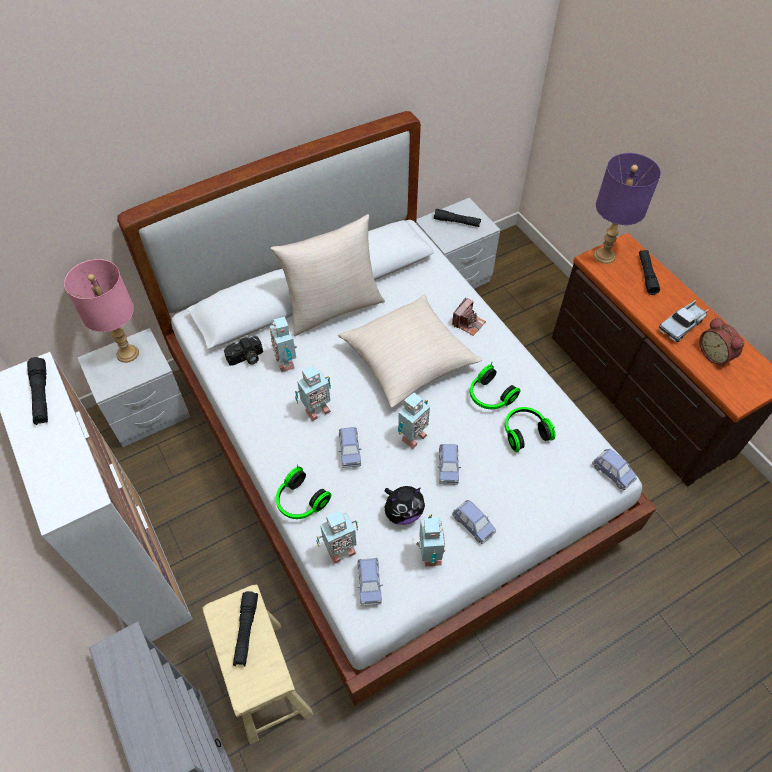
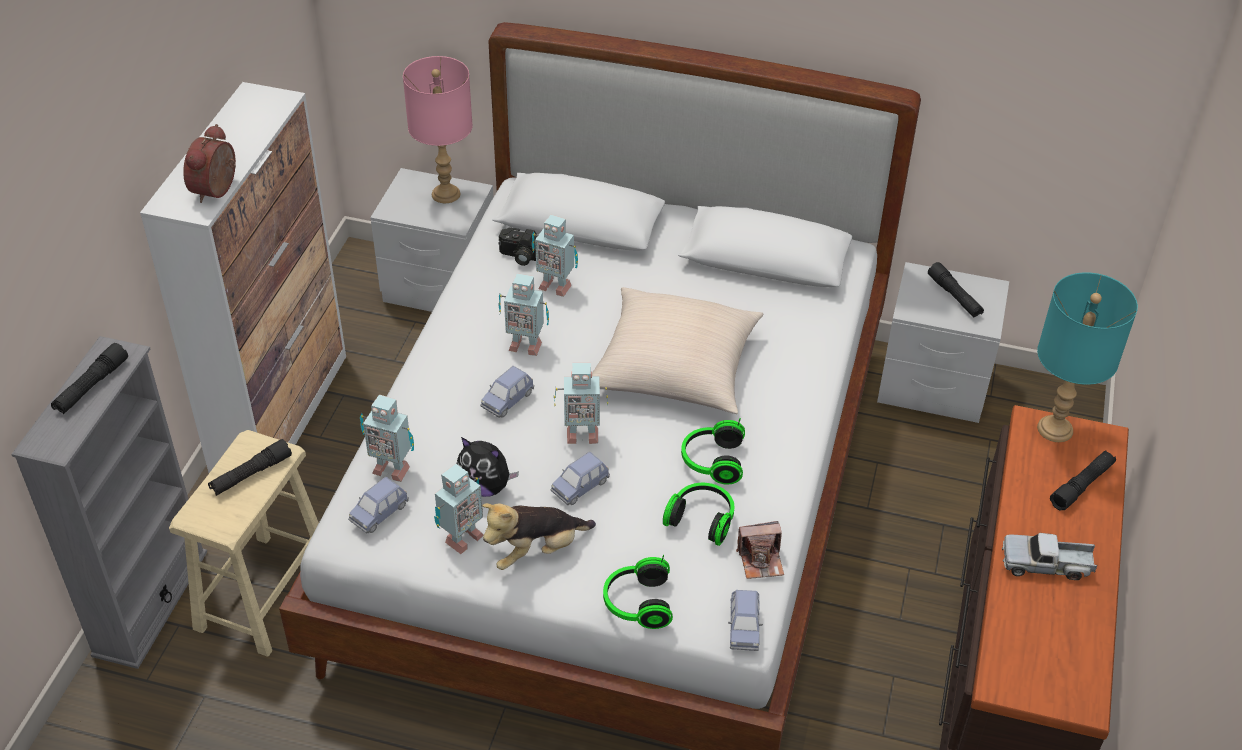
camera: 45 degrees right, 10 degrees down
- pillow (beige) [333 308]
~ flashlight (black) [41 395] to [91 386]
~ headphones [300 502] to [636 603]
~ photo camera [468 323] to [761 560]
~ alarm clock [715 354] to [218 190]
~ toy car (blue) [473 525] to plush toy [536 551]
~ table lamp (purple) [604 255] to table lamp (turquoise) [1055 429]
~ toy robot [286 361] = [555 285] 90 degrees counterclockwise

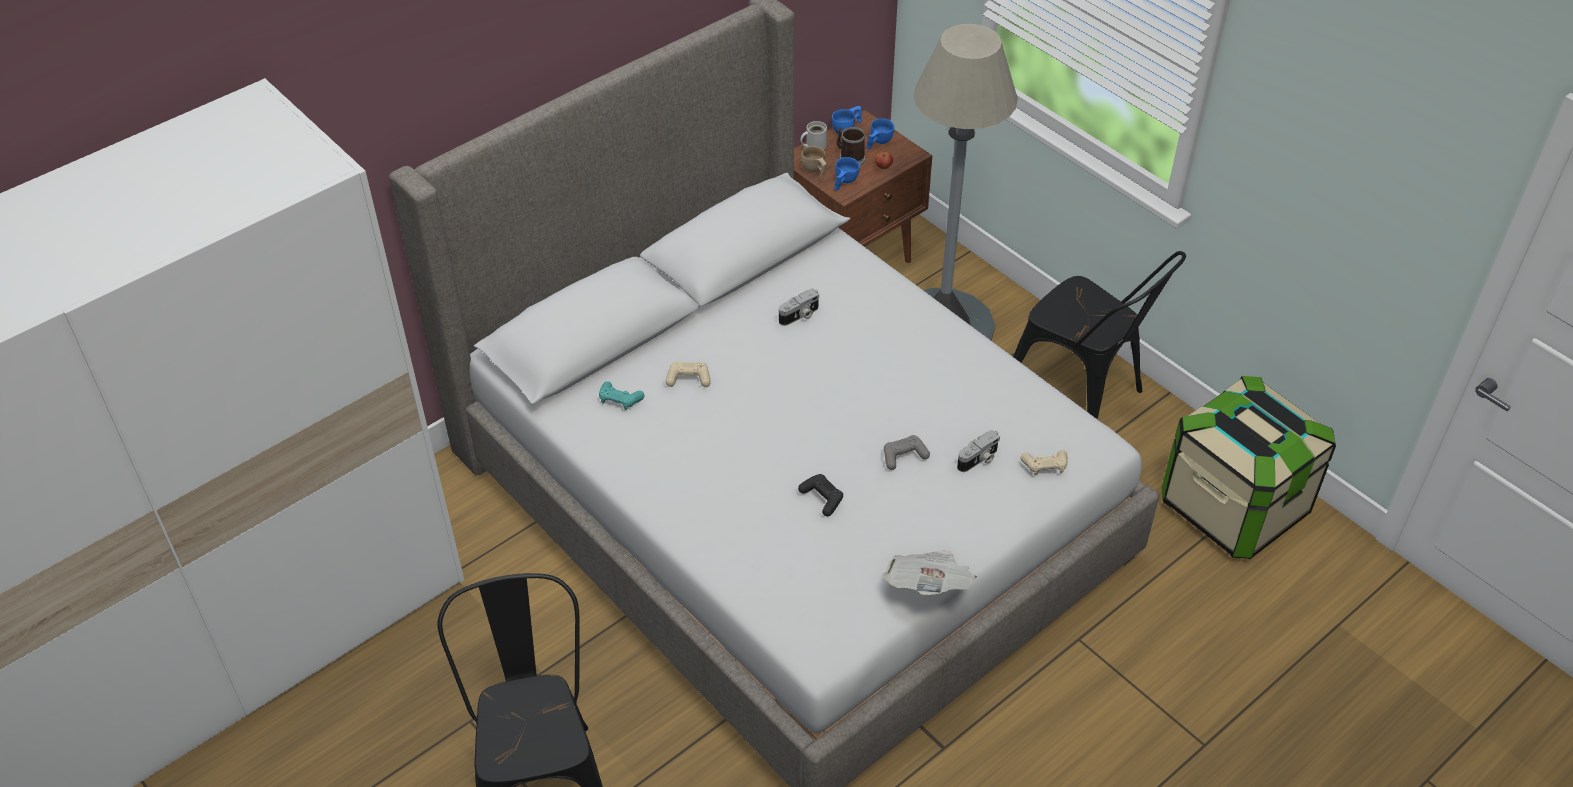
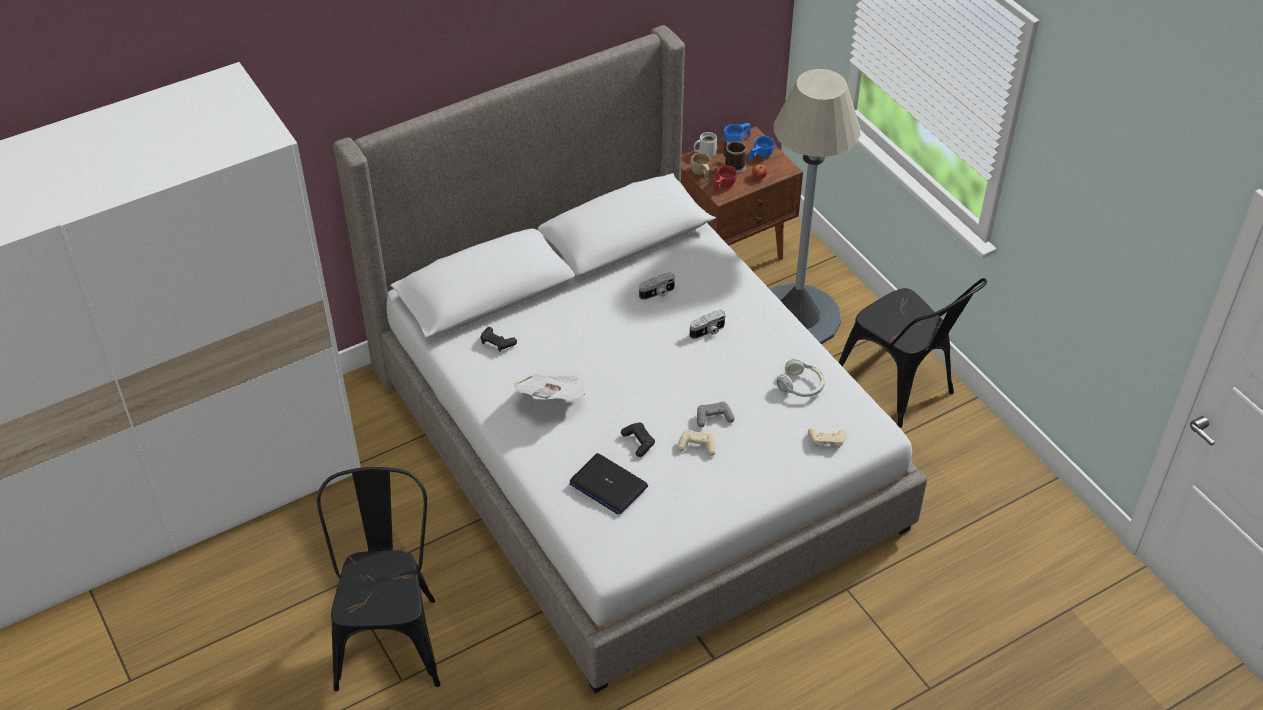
camera: 10 degrees right, 0 degrees up
- storage box [1233 507]
+ laptop [608 485]
+ headphones [801 386]
~ game controller (beige) [688 379] to [697 446]
~ newspaper [929 586] to [553 399]
~ photo camera [979 460] to [708 331]
~ game controller (turquoise) [620 400] to game controller (black) [497 343]
~ cup (blue) [844 182] to cup (red) [722 186]

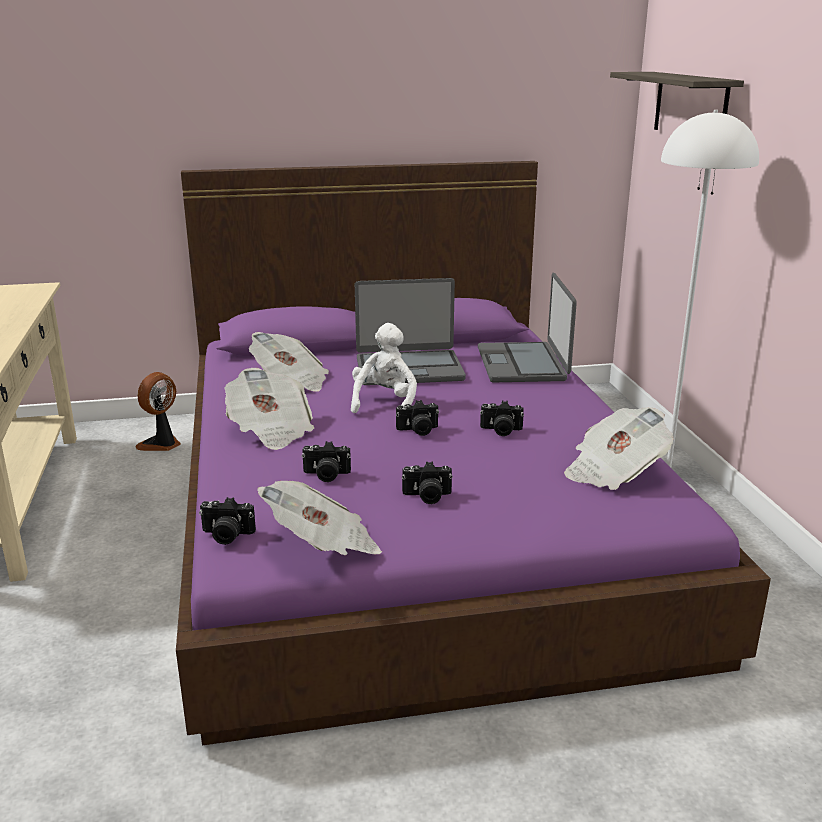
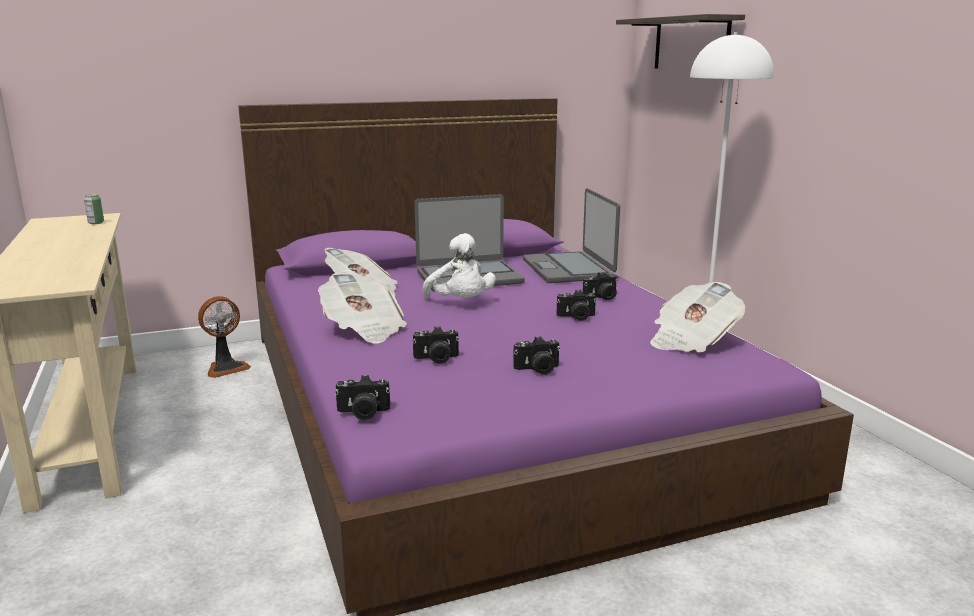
camera: 10 degrees left, 5 degrees down
- newspaper [323 546]
+ can [96 223]
~ photo camera [418 430] to [602 297]
~ fan [162 444] = [225 368] 150 degrees counterclockwise
~ plush toy (white) [384 403] = [460 303] 150 degrees clockwise

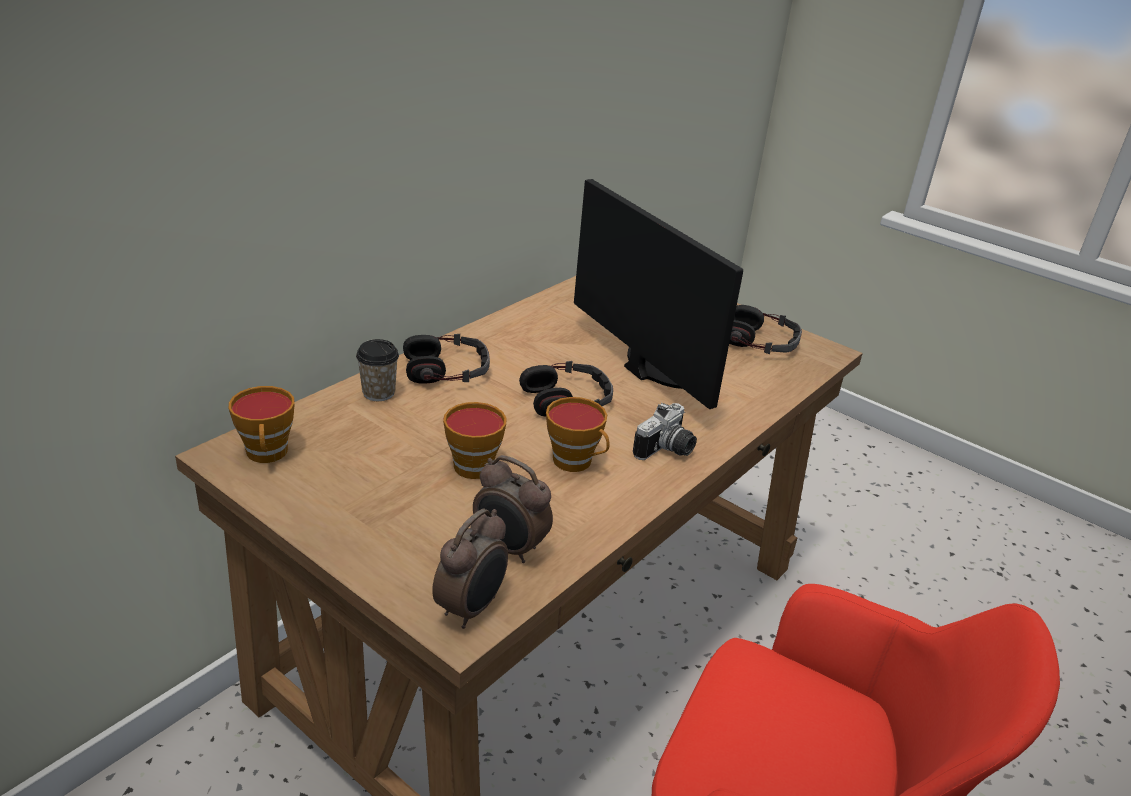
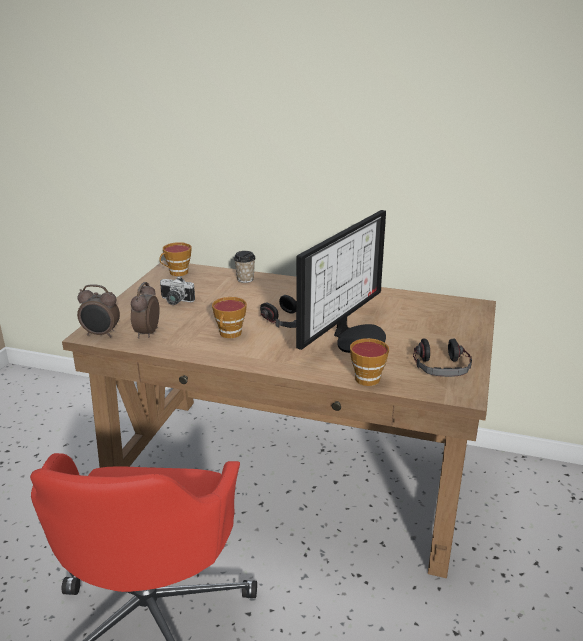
camera: 70 degrees right, 5 degrees down
- headphones [446 369]
~ cup [469 464] to [368 377]
~ photo camera [667 451] to [175 301]

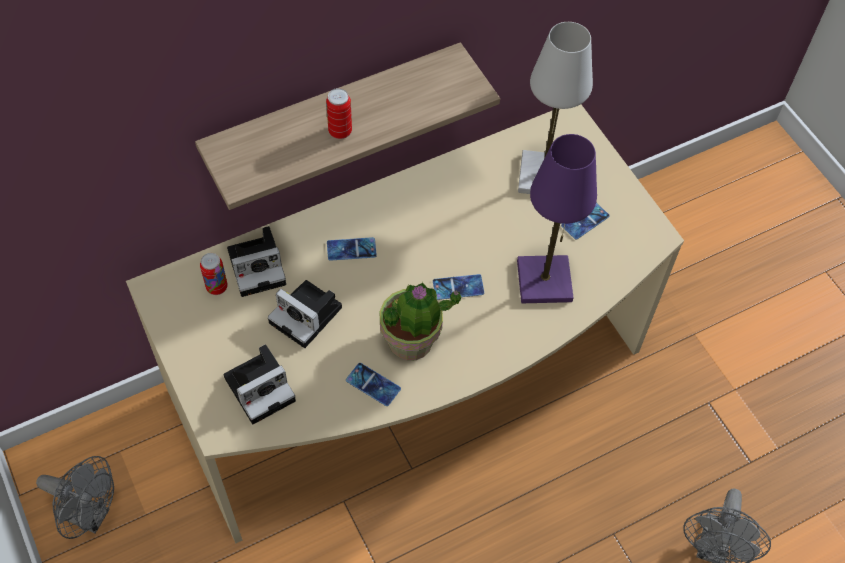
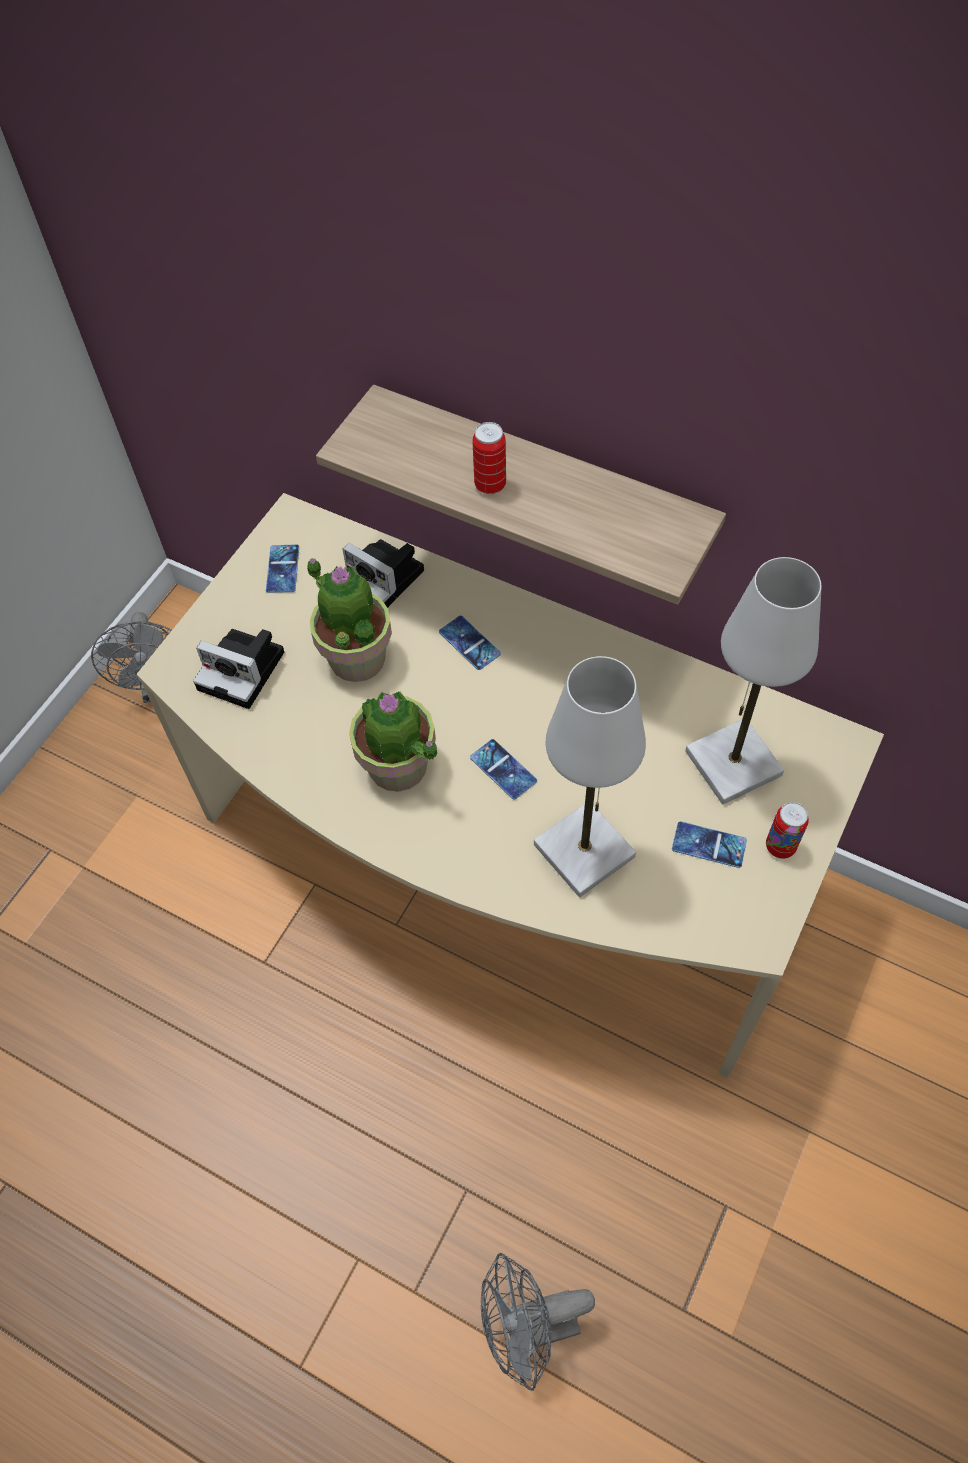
camera: 60 degrees right, 0 degrees up
~ can [217 287] to [780 846]
~ phone [373 384] to [283 569]
~ photo camera [308 316] to potted plant [357 657]
~ table lamp (purple) [544 281] to table lamp (white) [584 851]

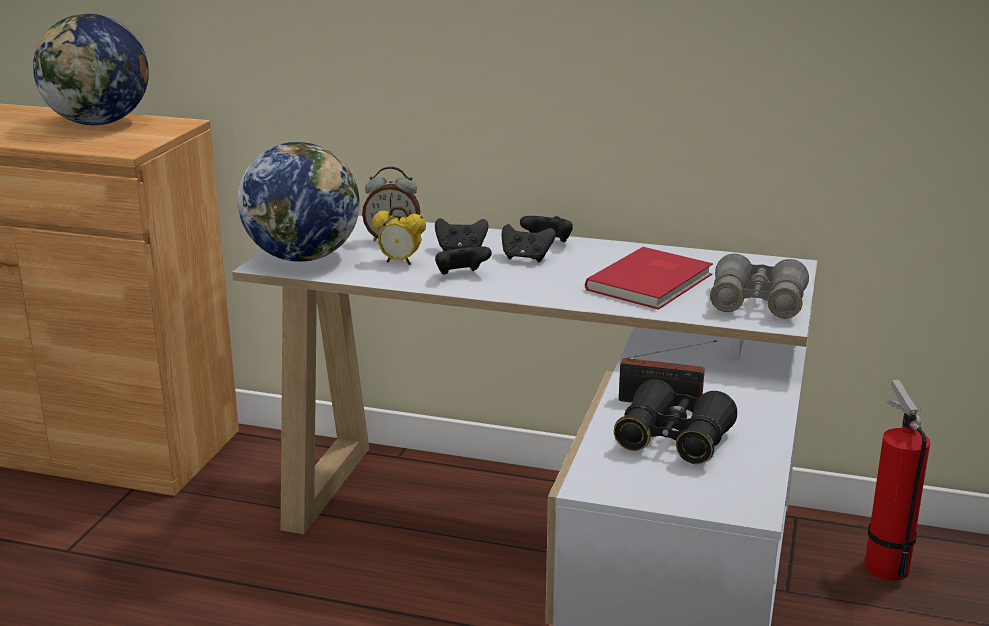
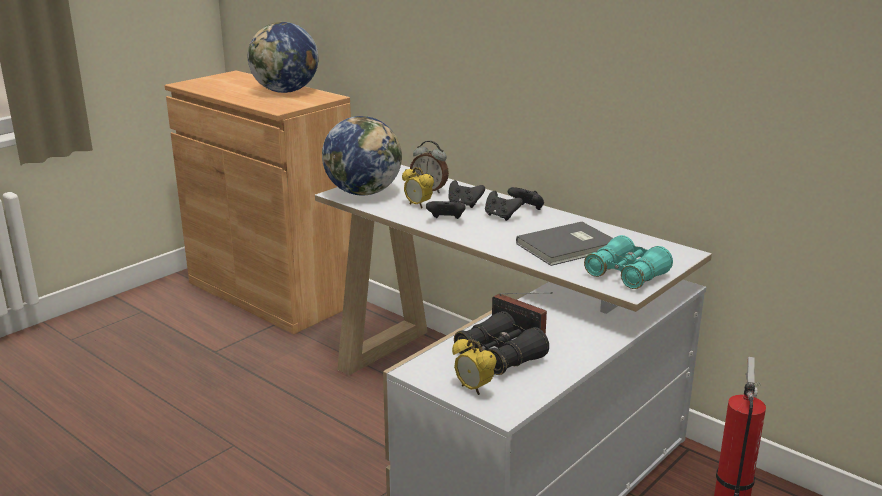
camera: 25 degrees right, 0 degrees up
+ alarm clock [473 389]
~ book (red) [653 282] to book (grey) [569 247]
~ binoculars (grey) [757 303] to binoculars (turquoise) [626 275]

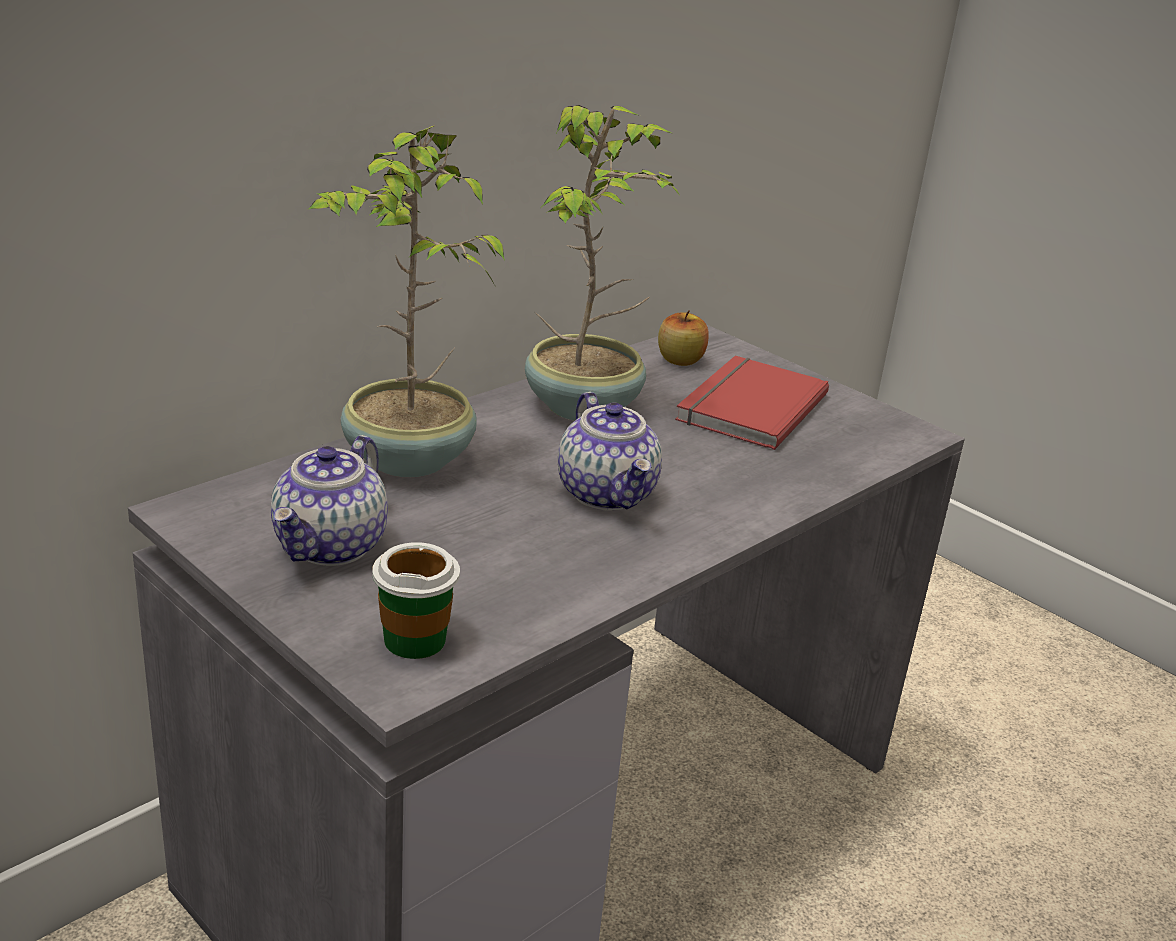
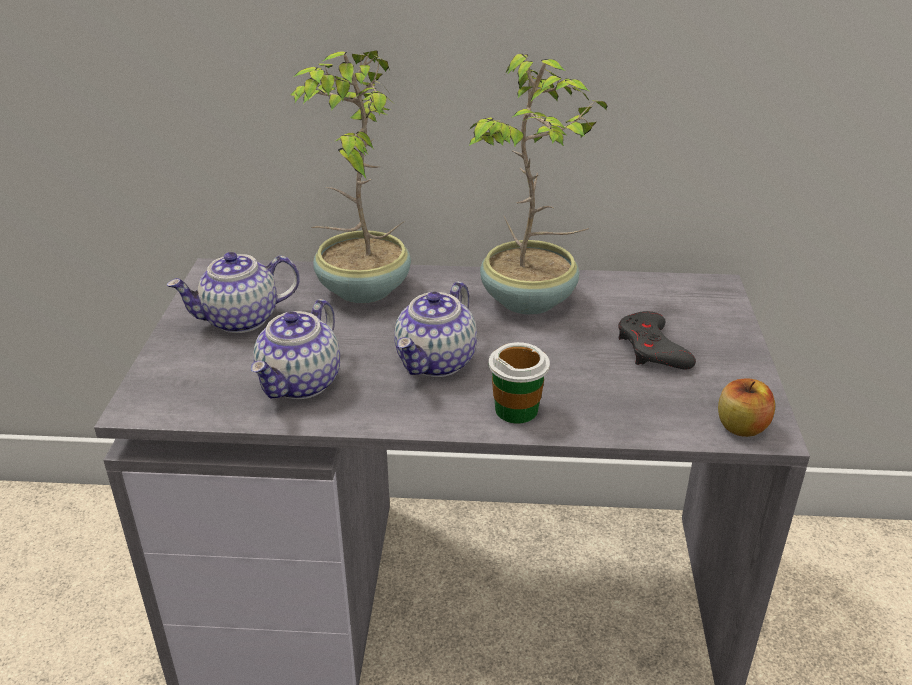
camera: 50 degrees right, 5 degrees up
+ teapot [301 383]
~ cup [415 639] to [516 410]
~ apple [680 360] to [741 427]
~ book (red) [747 406] to game controller (grey) [652 349]

